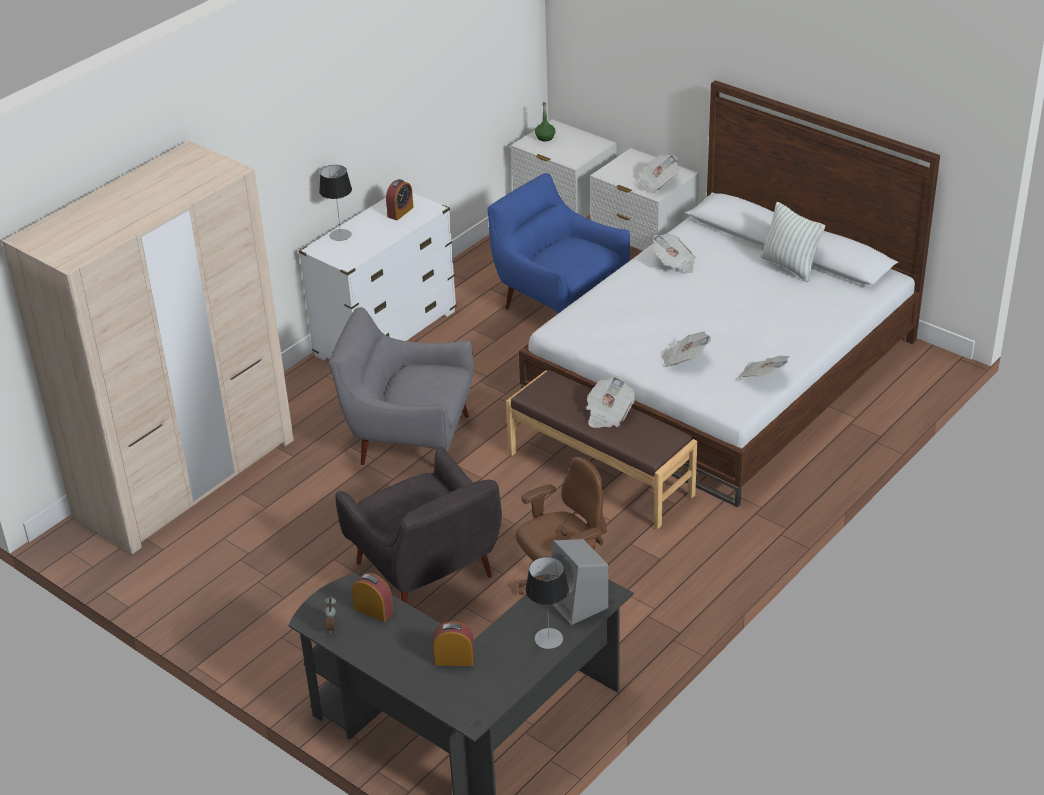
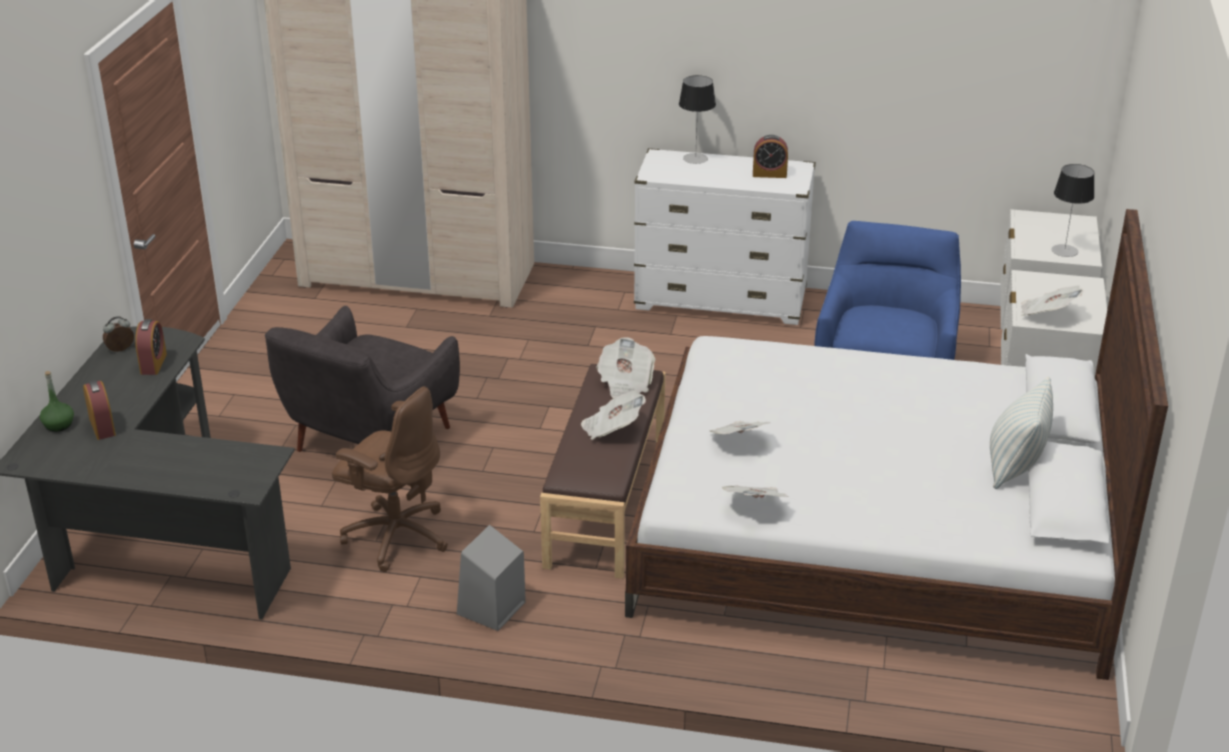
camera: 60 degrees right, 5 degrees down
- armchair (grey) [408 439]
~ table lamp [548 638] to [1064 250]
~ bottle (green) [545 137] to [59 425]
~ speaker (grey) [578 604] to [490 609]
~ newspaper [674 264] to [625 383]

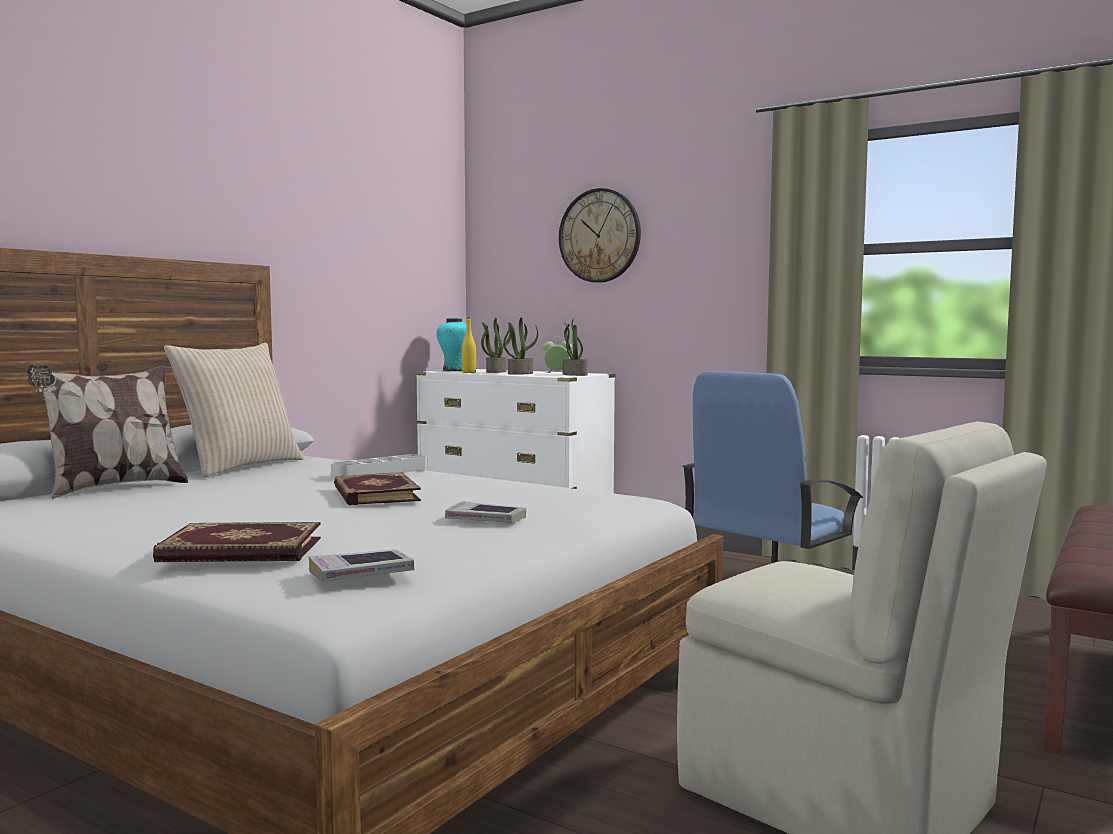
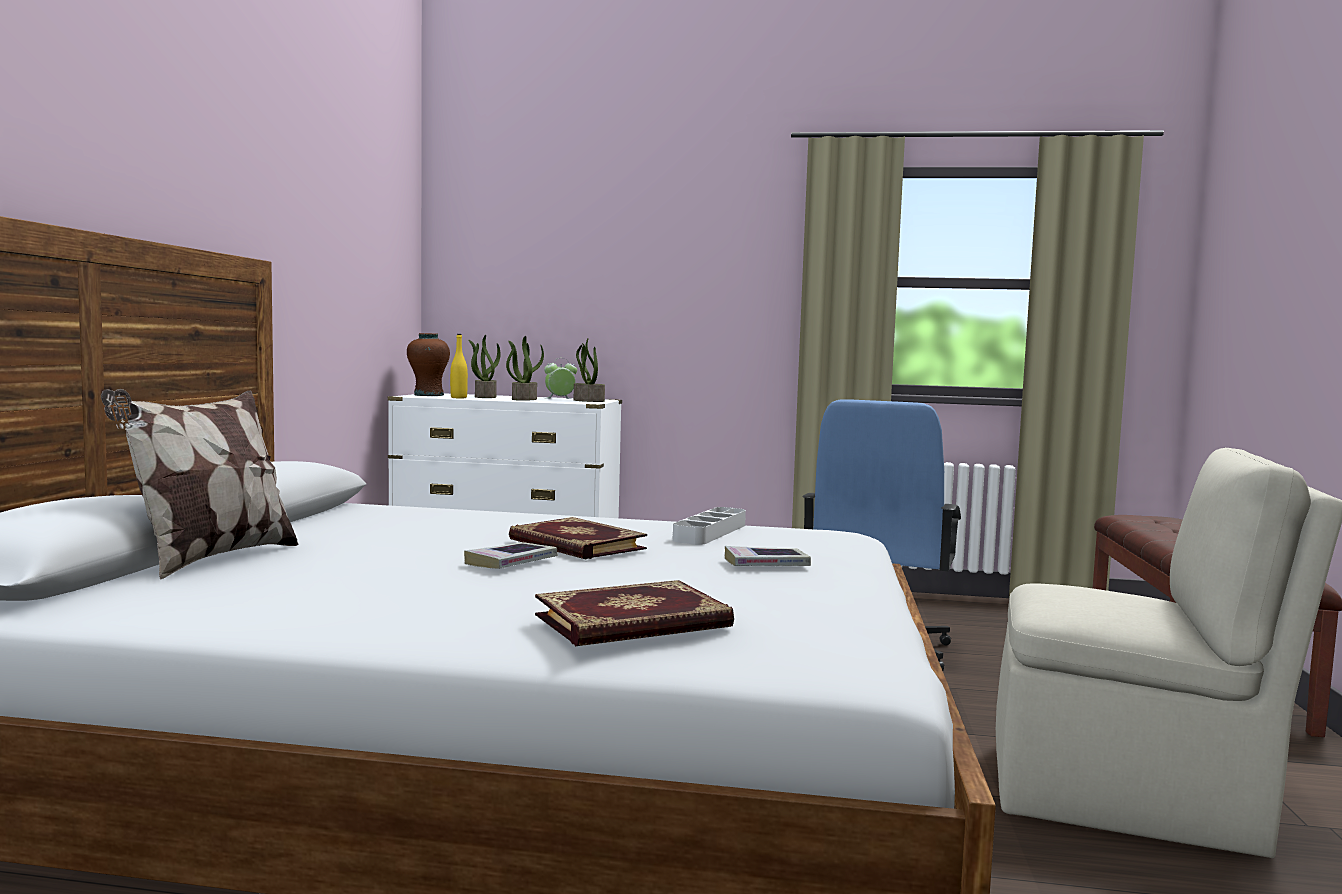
camera: 25 degrees left, 0 degrees up
- pillow (beige) [239 467]
- wall clock [599 236]
~ book [361 574] to [511 563]
~ tray (grey) [380 472] to [710 532]
~ vase (turquoise) [455 370] to vase (brown) [428 395]

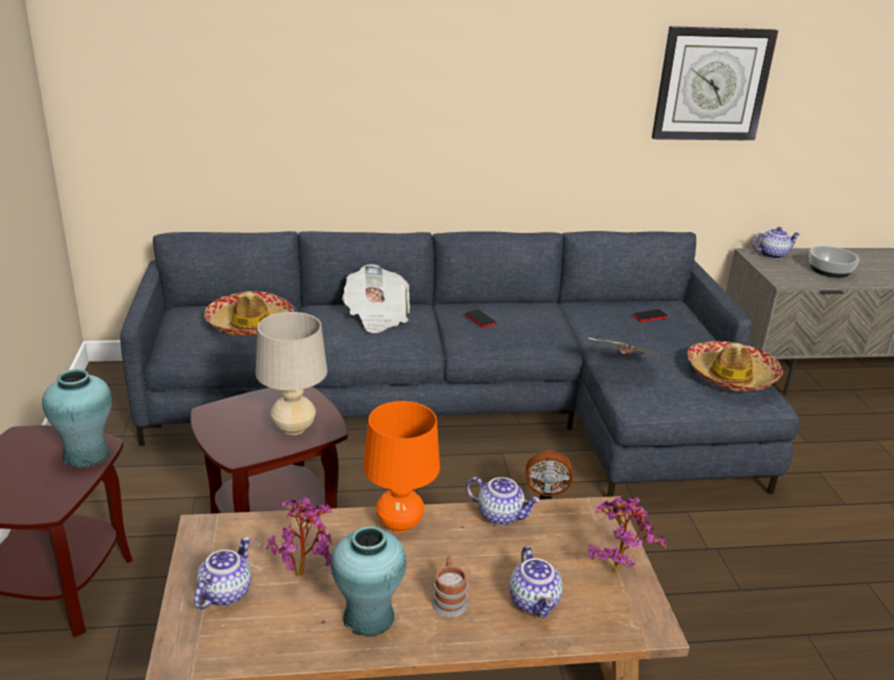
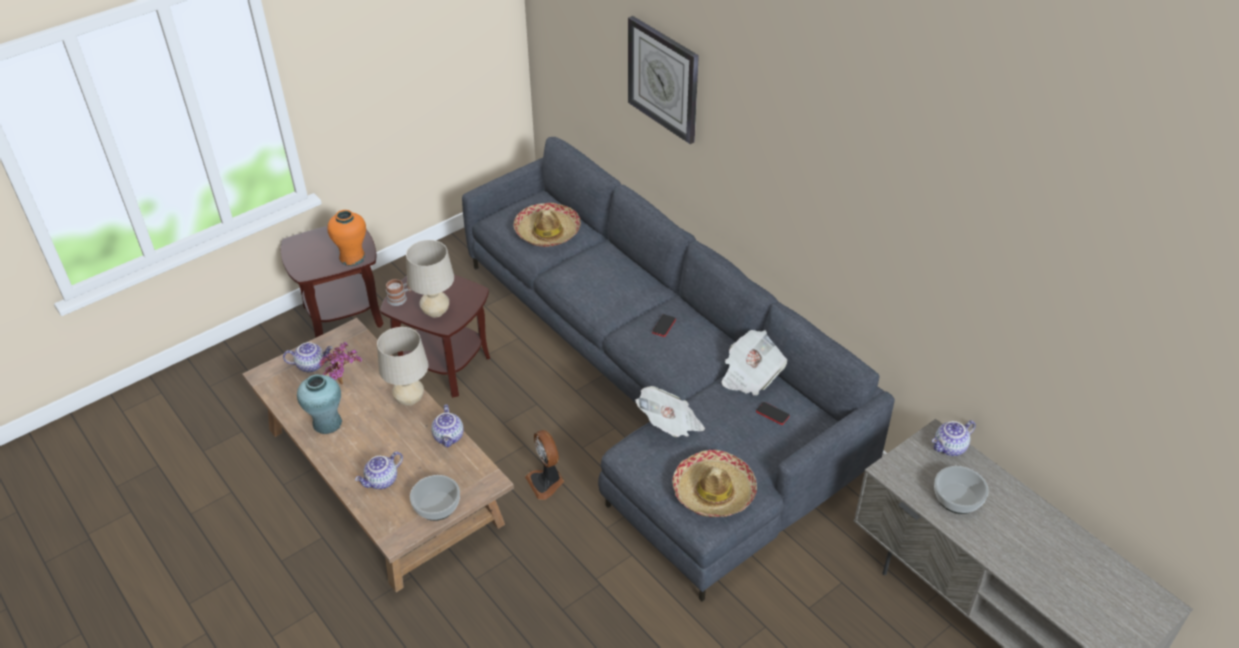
camera: 60 degrees right, 15 degrees up
~ newspaper [376 316] to [751 375]
~ mug [449 599] to [400 298]
~ wall clock [712 84] to [663 79]
~ potted plant [616 568] to bowl [436 505]
~ vase (turquoise) [86 455] to vase (orange) [352 257]
~ table lamp (orange) [400 523] to table lamp (beige) [409 399]
~ teapot [772 254] = [950 448] 105 degrees clockwise

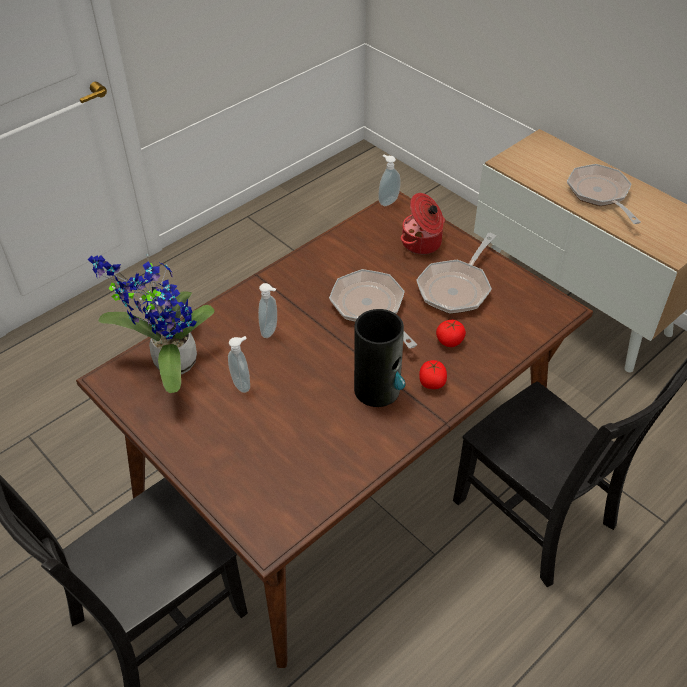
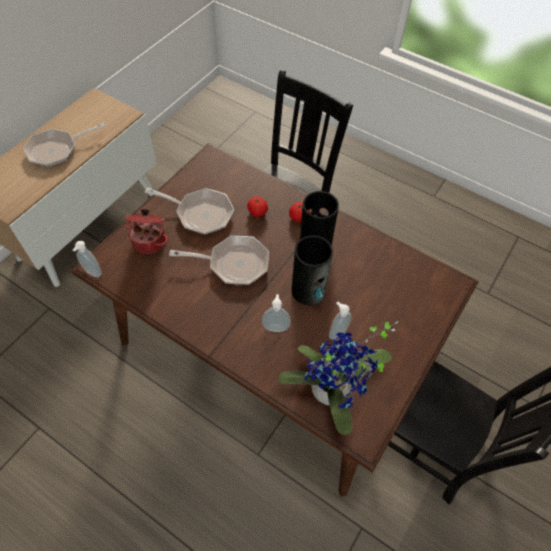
camera: 105 degrees left, 10 degrees up
+ vase [309 290]
~ frying pan [370 307] = [233 263] 135 degrees counterclockwise

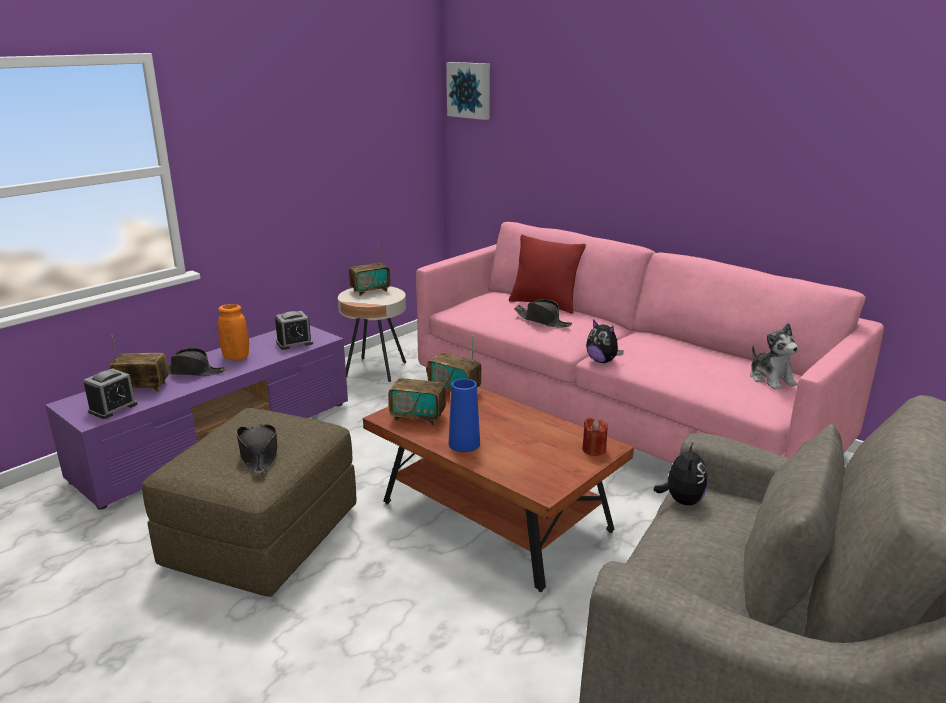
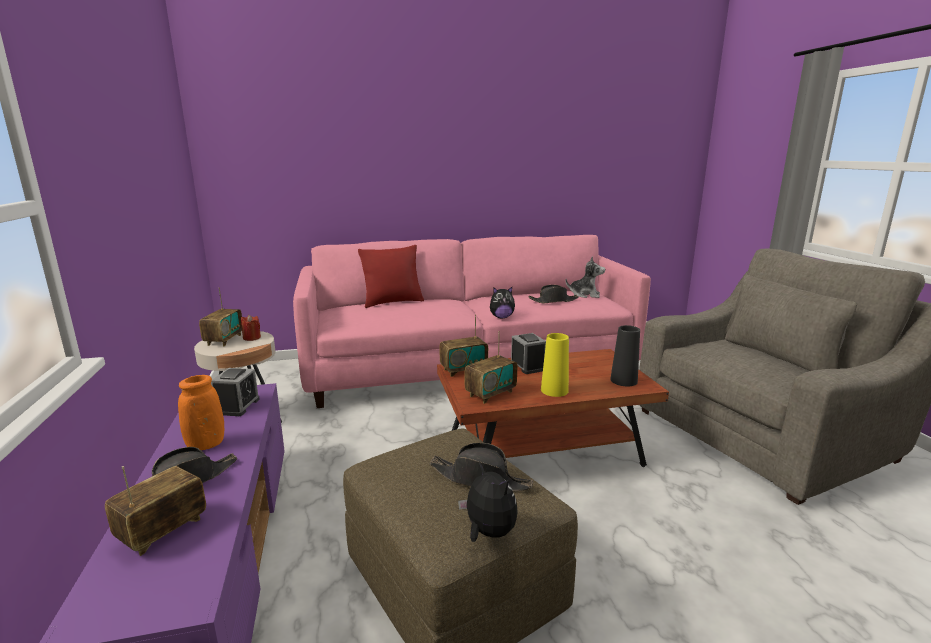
camera: 55 degrees left, 5 degrees down
- picture [470 90]
+ vase (black) [623 380]
~ alarm clock [113 408] to [527 366]
~ hat (black) [542 321] to [553 301]
~ candle (red) [594 449] to [252 338]
~ plush toy [681 500] to [488 533]
~ vase (blue) [464 444] to vase (yellow) [554 390]

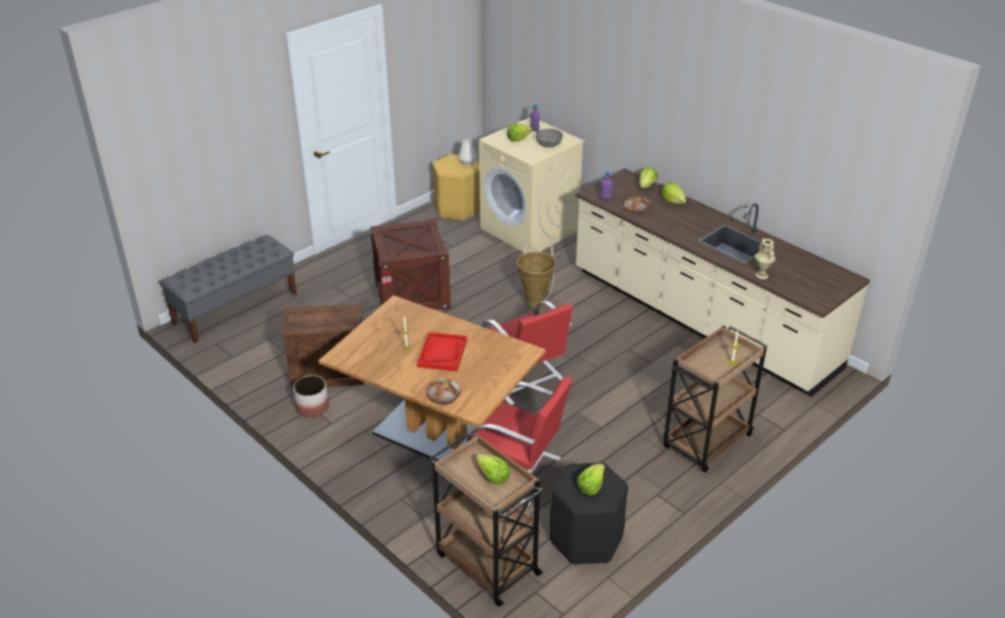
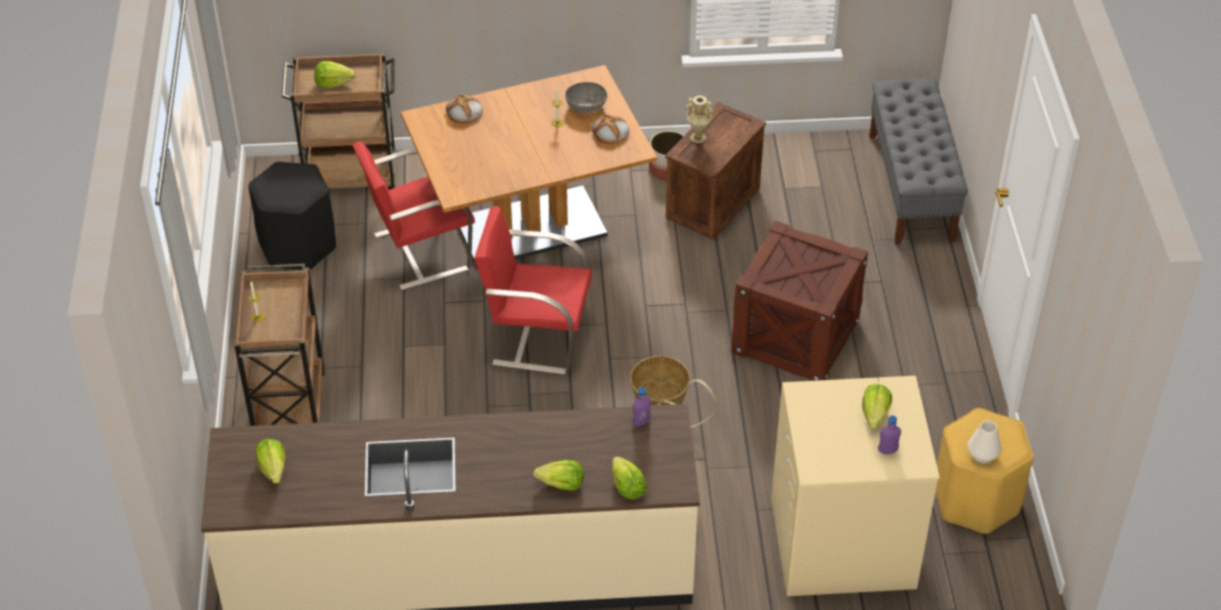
camera: 130 degrees right, 10 degrees up
- tray (red) [442 353]
~ bowl (grey) [548 144] to [586 106]
~ lettuce [591 486] to [273 469]
~ bread [636 207] to [610 132]
~ vase (beige) [762 275] to [698 138]

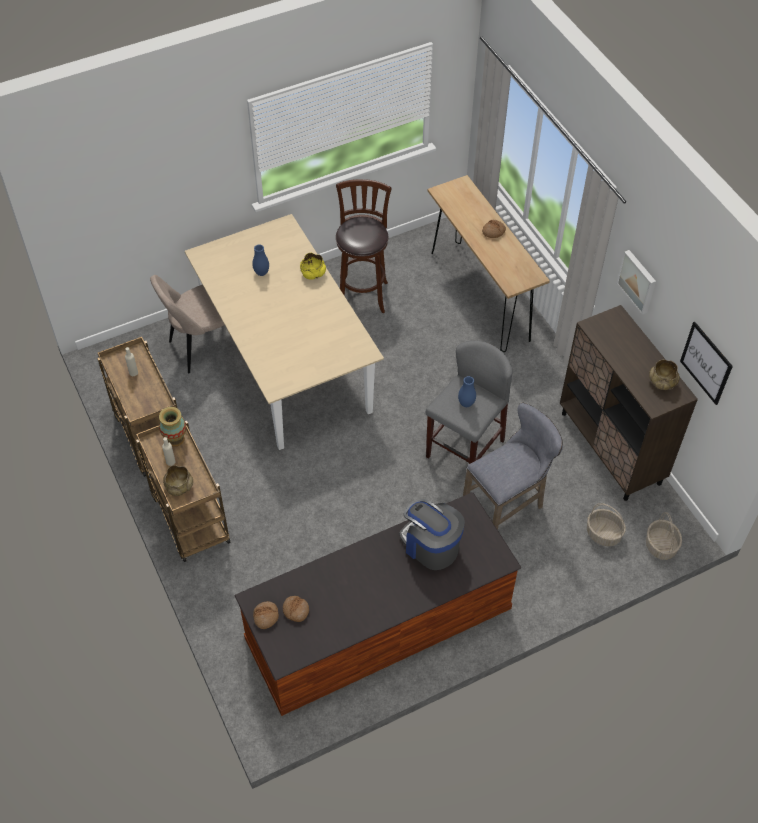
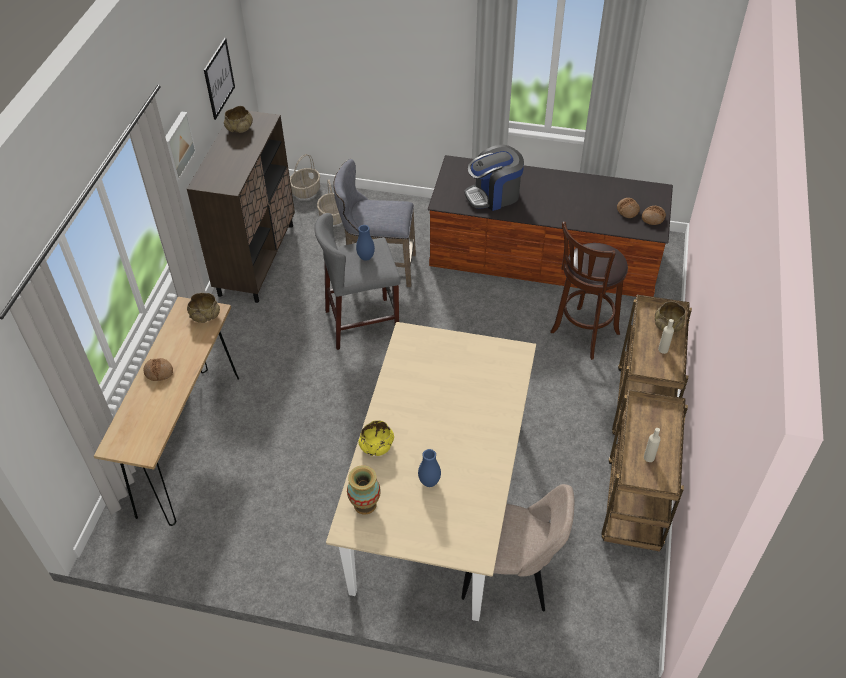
camera: 140 degrees left, 5 degrees down
+ bowl (beige) [205 315]
~ vase [175 439] to [365 504]
~ stool (brown) [362 293] to [582 335]
~ coffee machine [430 546] = [494 195] 75 degrees clockwise

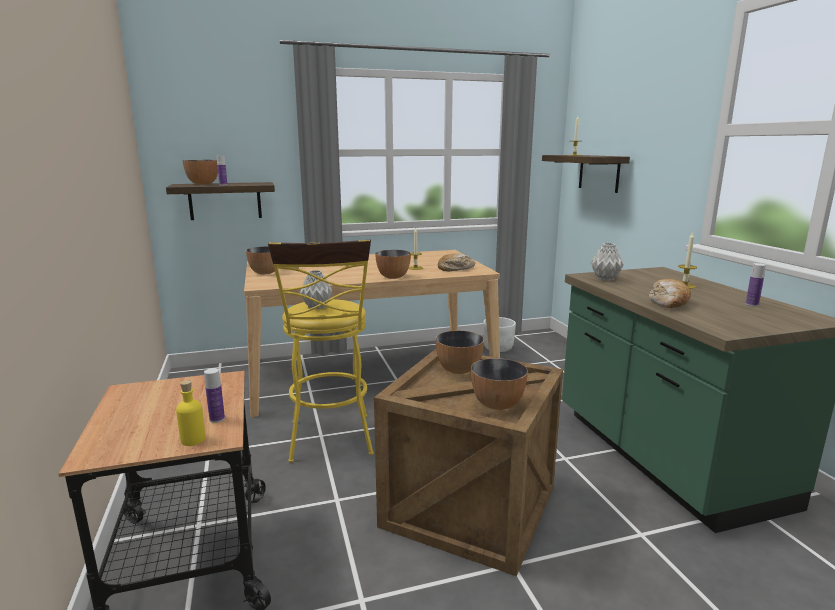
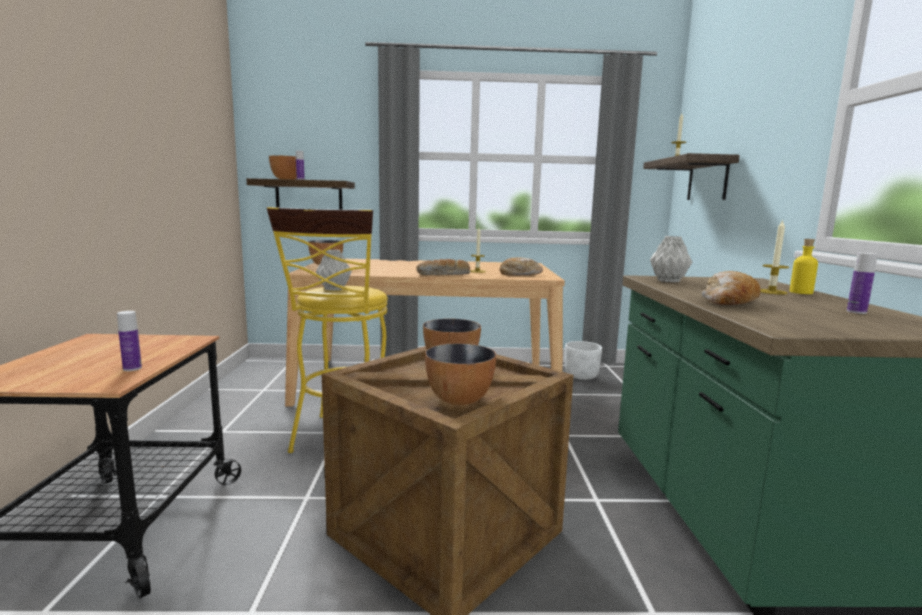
camera: 15 degrees right, 5 degrees down
~ bottle (yellow) [193 439] to [801 292]
~ bowl [393 277] to bread [444 275]

